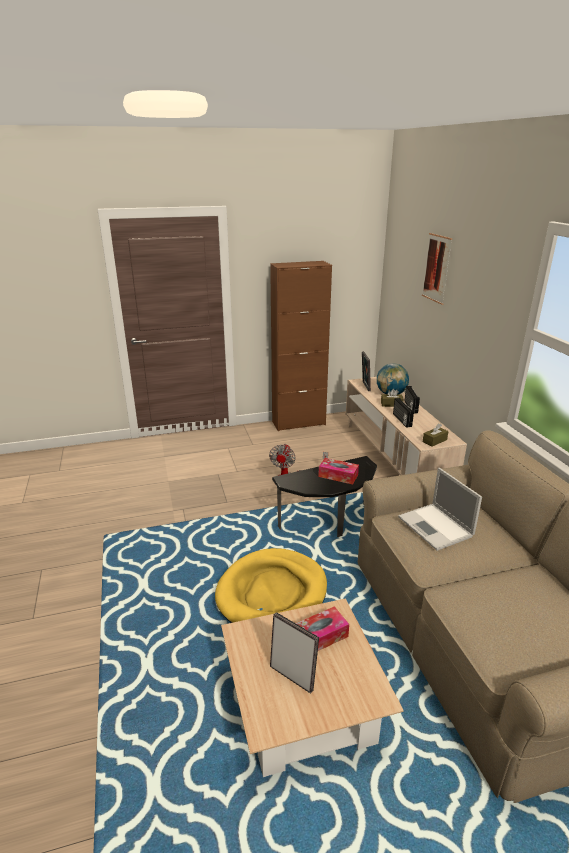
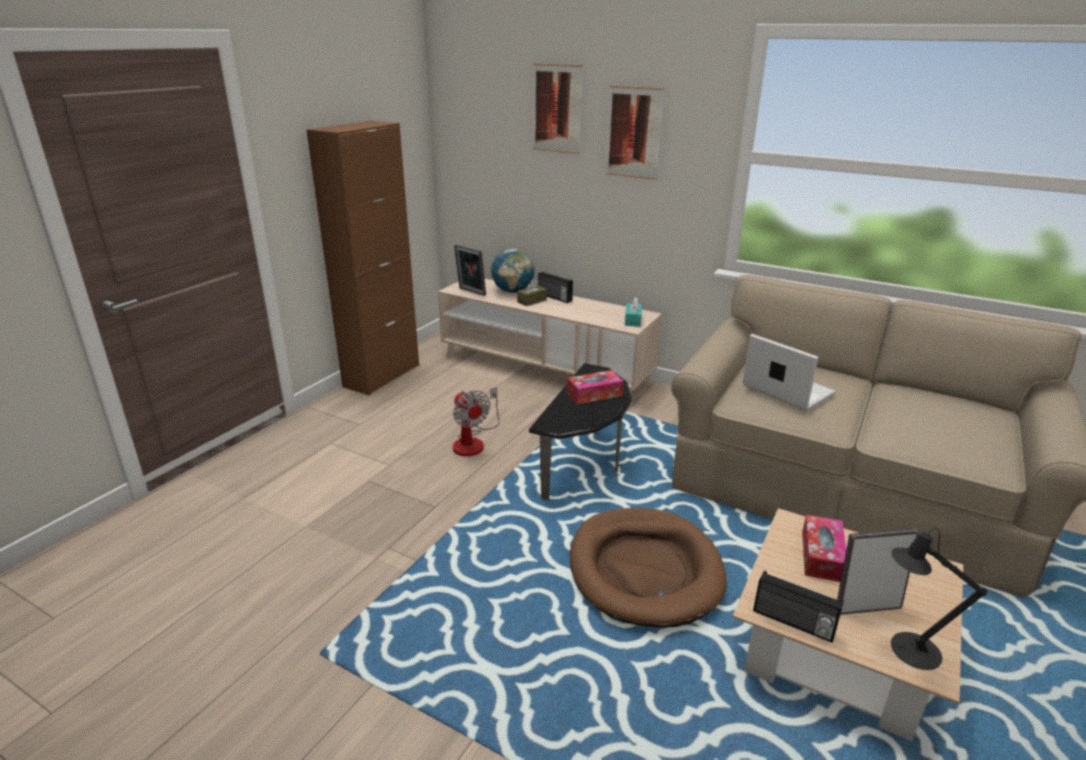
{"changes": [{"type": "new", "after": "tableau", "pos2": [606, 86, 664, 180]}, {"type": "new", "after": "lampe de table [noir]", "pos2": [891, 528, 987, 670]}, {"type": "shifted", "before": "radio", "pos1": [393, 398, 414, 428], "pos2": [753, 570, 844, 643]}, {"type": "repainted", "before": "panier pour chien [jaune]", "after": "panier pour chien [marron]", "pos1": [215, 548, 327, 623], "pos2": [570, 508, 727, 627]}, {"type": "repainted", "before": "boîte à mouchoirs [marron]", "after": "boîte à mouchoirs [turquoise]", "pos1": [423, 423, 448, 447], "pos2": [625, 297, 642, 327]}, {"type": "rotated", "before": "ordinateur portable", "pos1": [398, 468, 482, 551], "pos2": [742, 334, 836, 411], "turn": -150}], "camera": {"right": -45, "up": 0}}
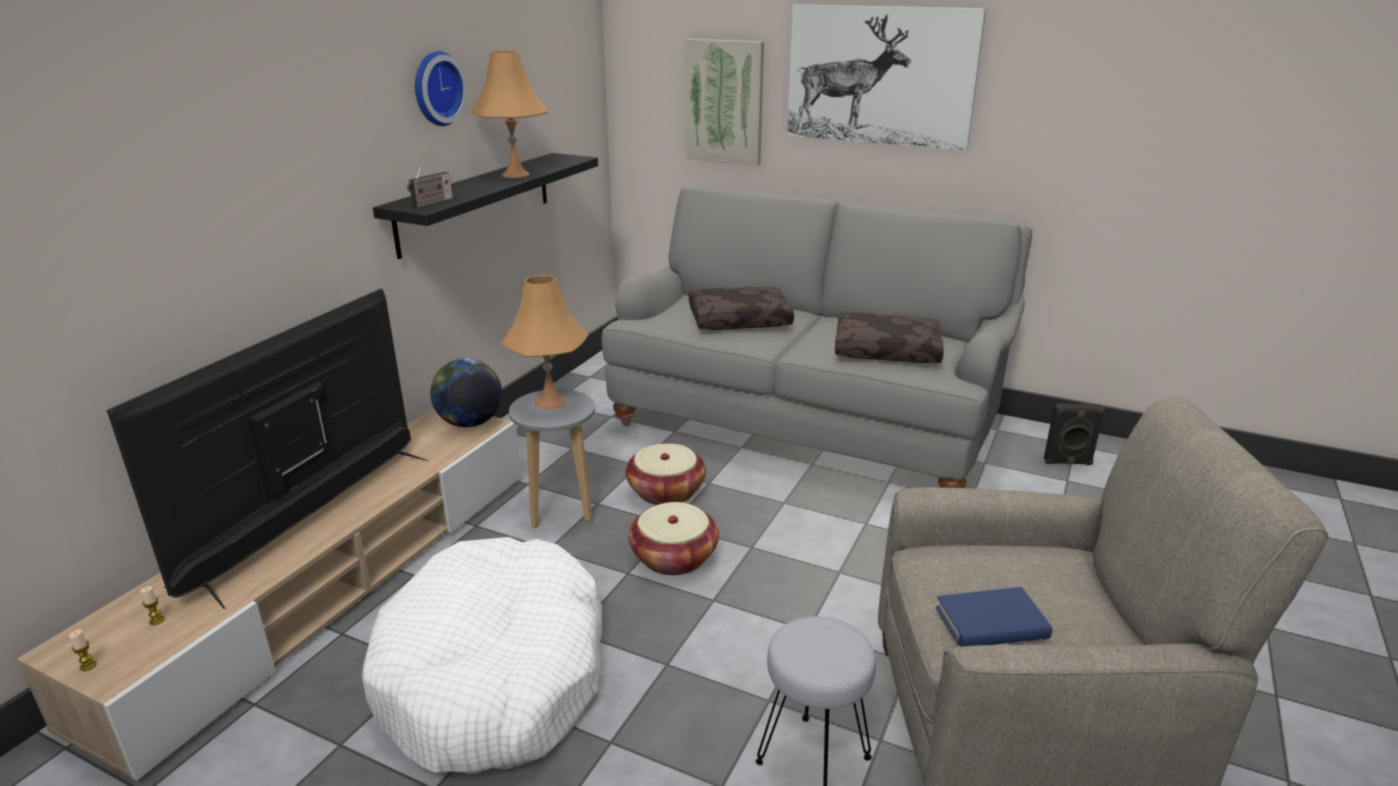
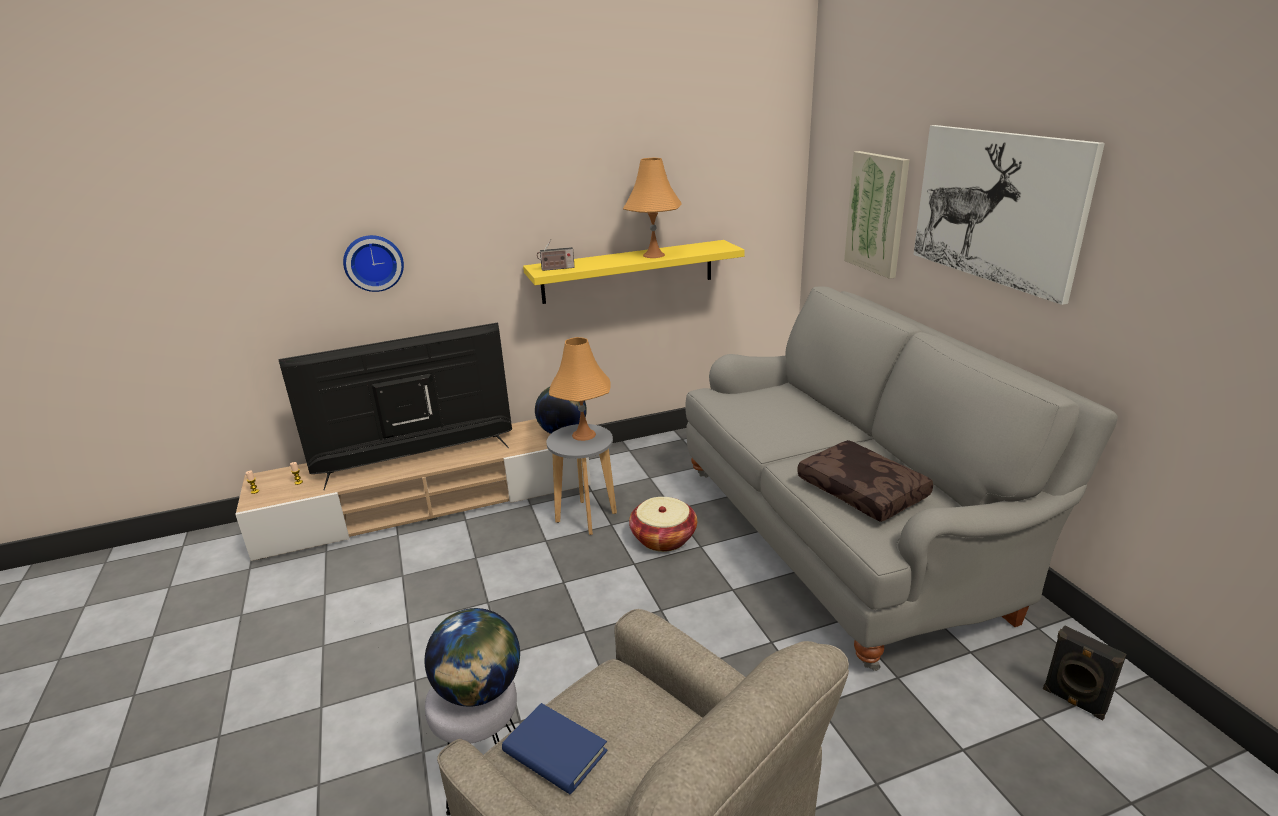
{"changes": [{"type": "gone", "before": "panier pour chien [blanc]", "pos1": [362, 537, 602, 774]}, {"type": "gone", "before": "panier", "pos1": [628, 502, 719, 575]}, {"type": "gone", "before": "coussin [marron]", "pos1": [689, 286, 794, 330]}, {"type": "new", "after": "globe", "pos2": [425, 608, 520, 707]}, {"type": "shifted", "before": "horloge murale", "pos1": [415, 51, 468, 126], "pos2": [343, 235, 404, 292]}, {"type": "repainted", "before": "étagère [noir]", "after": "étagère [jaune]", "pos1": [373, 153, 598, 259], "pos2": [523, 240, 745, 304]}], "camera": {"right": 45, "up": 0}}
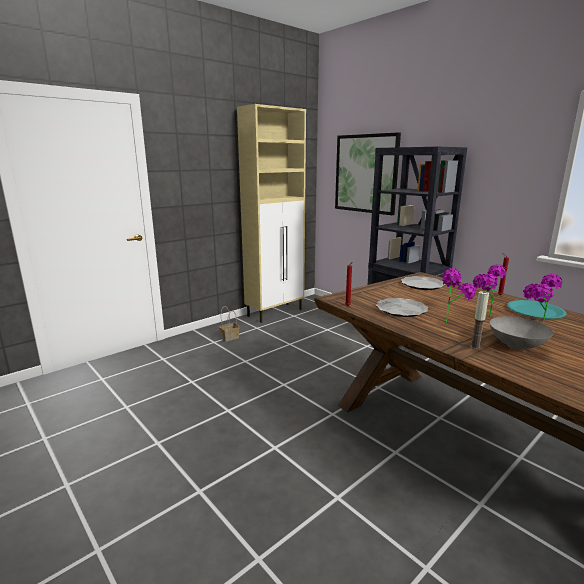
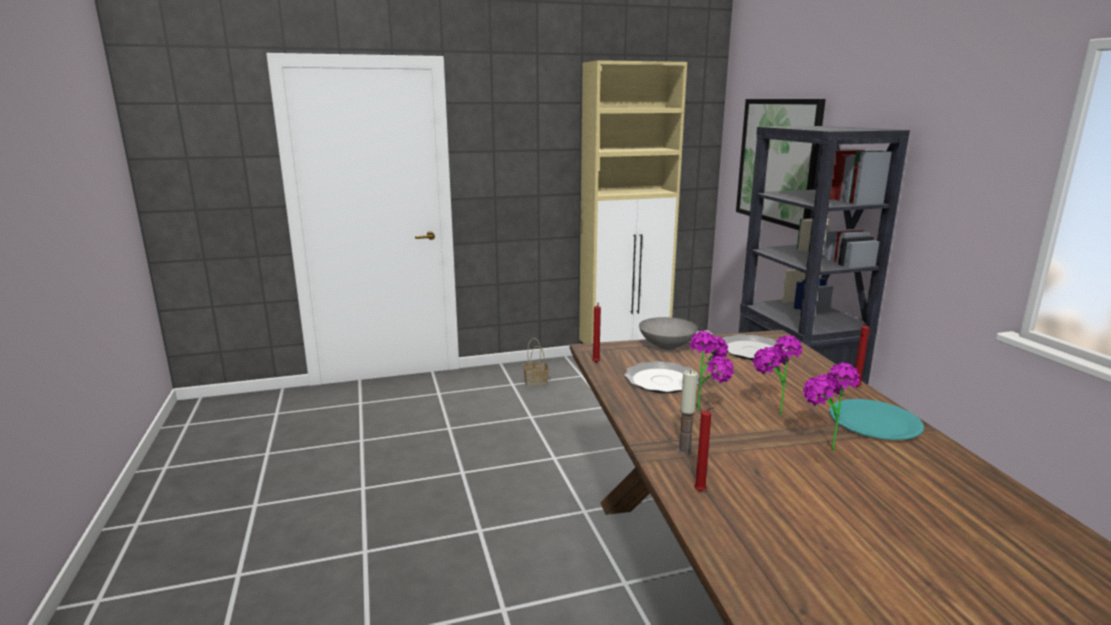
{"changes": [{"type": "new", "after": "bougie [rouge]", "pos2": [694, 407, 715, 491]}, {"type": "shifted", "before": "bol [gris]", "pos1": [489, 316, 553, 350], "pos2": [639, 317, 698, 350]}], "camera": {"right": 25, "up": 0}}
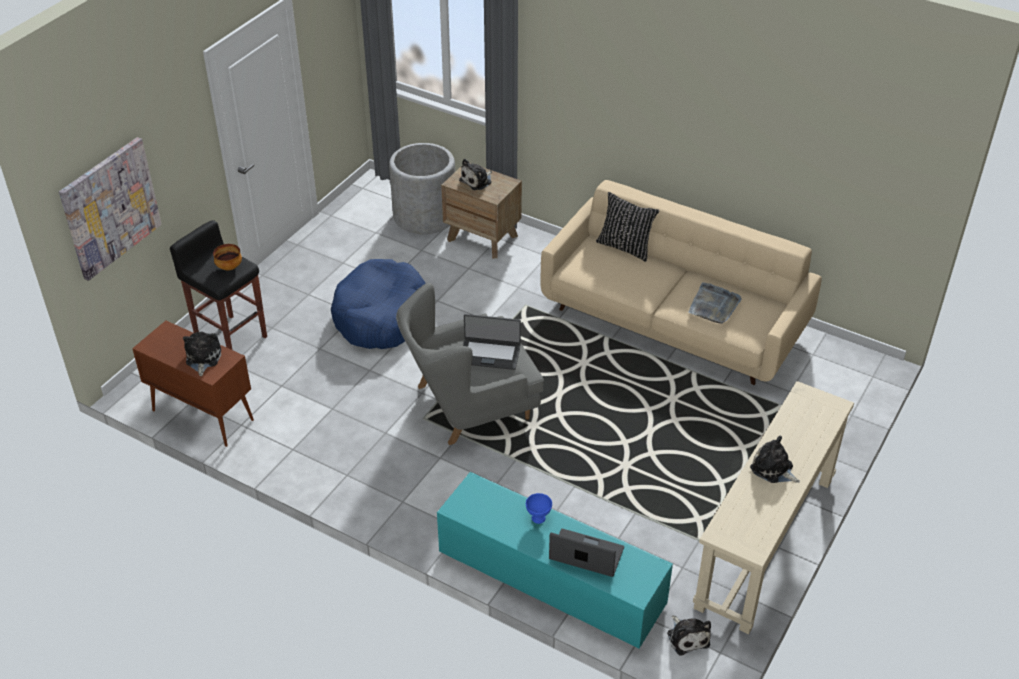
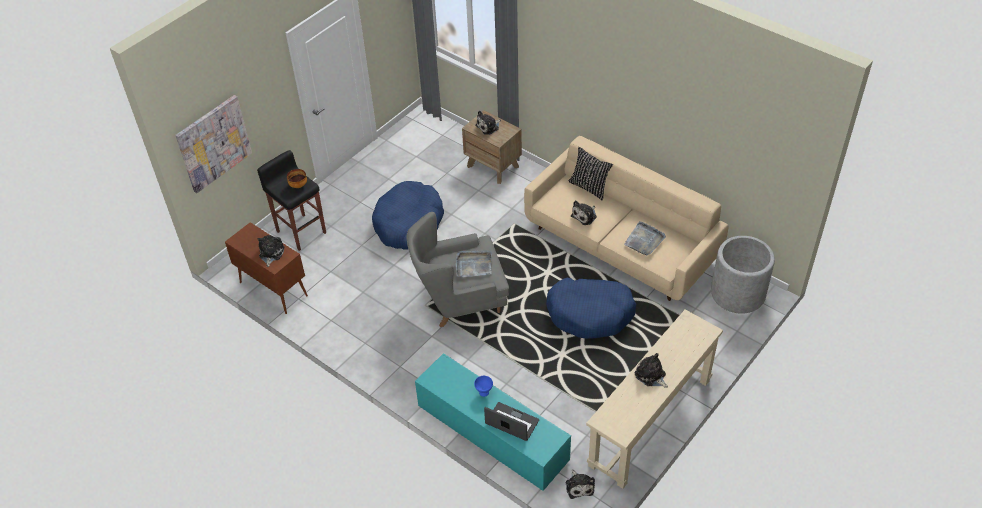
{"changes": [{"type": "new", "after": "panier pour chien [bleu]", "pos2": [546, 278, 636, 339]}, {"type": "new", "after": "peluche", "pos2": [571, 200, 597, 225]}, {"type": "shifted", "before": "cache-pot [gris]", "pos1": [389, 143, 455, 234], "pos2": [711, 236, 775, 314]}, {"type": "swapped", "before": "ordinateur portable", "after": "plateau [gris]", "pos1": [463, 314, 521, 370], "pos2": [456, 250, 492, 277]}], "camera": {"right": 10, "up": 5}}
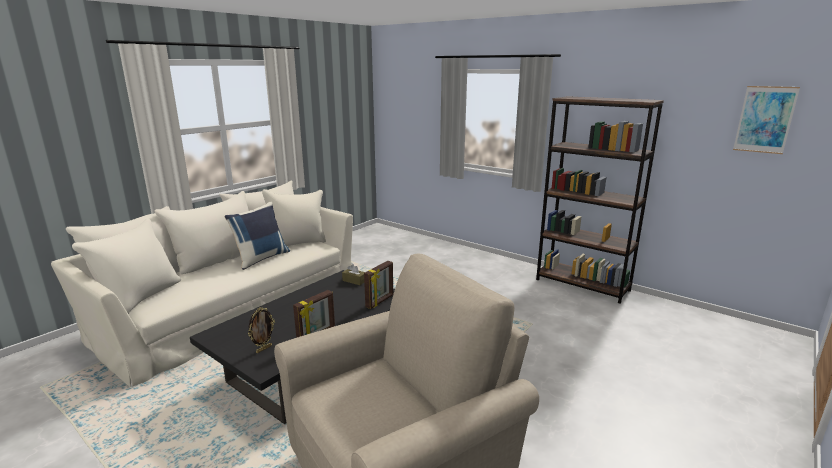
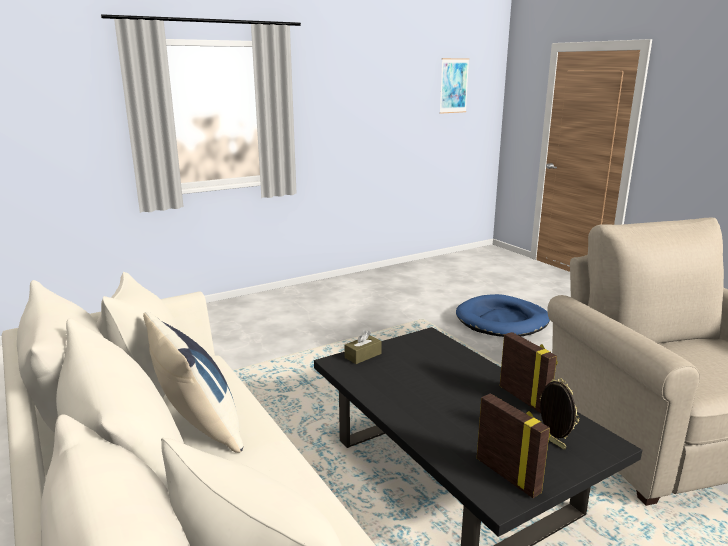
{"changes": [{"type": "gone", "before": "bibliothèque [marron]", "pos1": [536, 96, 664, 304]}, {"type": "new", "after": "panier pour chien [bleu]", "pos2": [456, 294, 550, 337]}, {"type": "shifted", "before": "cadre photo", "pos1": [364, 261, 393, 309], "pos2": [477, 393, 551, 498]}], "camera": {"right": -70, "up": 0}}
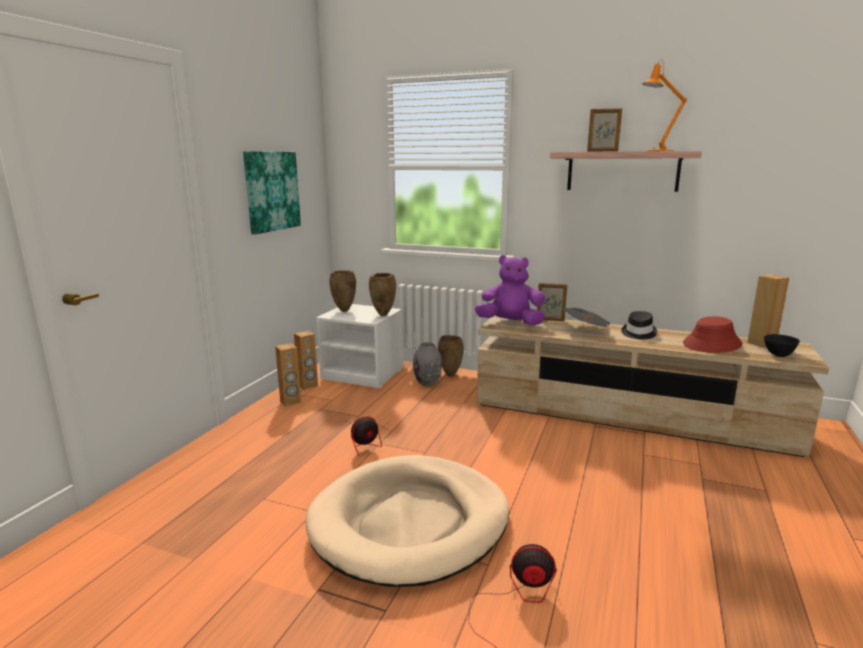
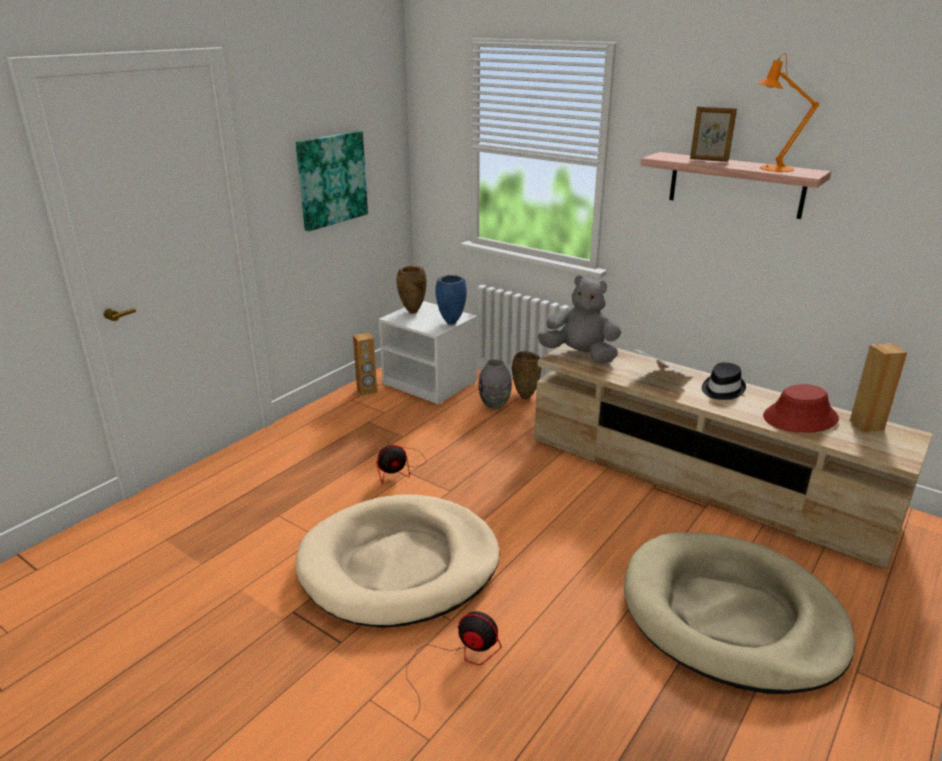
{"changes": [{"type": "gone", "before": "enceinte [marron]", "pos1": [275, 343, 301, 407]}, {"type": "gone", "before": "cadre photo", "pos1": [537, 283, 567, 321]}, {"type": "gone", "before": "bol [noir]", "pos1": [764, 334, 800, 357]}, {"type": "new", "after": "panier pour chien [beige]", "pos2": [624, 532, 855, 694]}, {"type": "repainted", "before": "vase [marron]", "after": "vase [bleu]", "pos1": [369, 273, 396, 316], "pos2": [435, 275, 467, 325]}, {"type": "repainted", "before": "peluche [violet]", "after": "peluche [gris]", "pos1": [475, 255, 546, 325], "pos2": [538, 275, 621, 364]}], "camera": {"right": 15, "up": 10}}
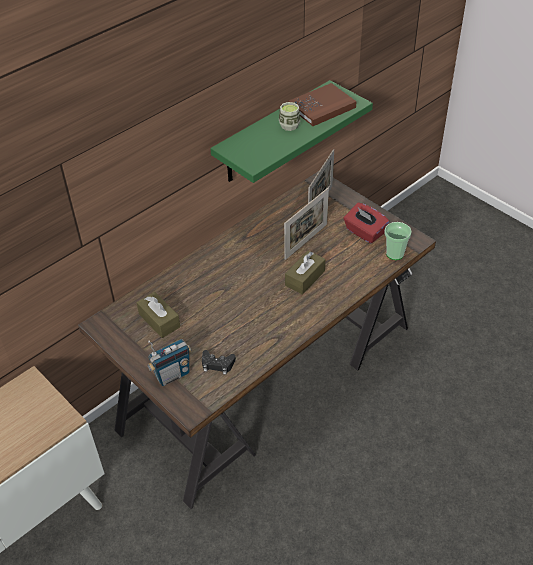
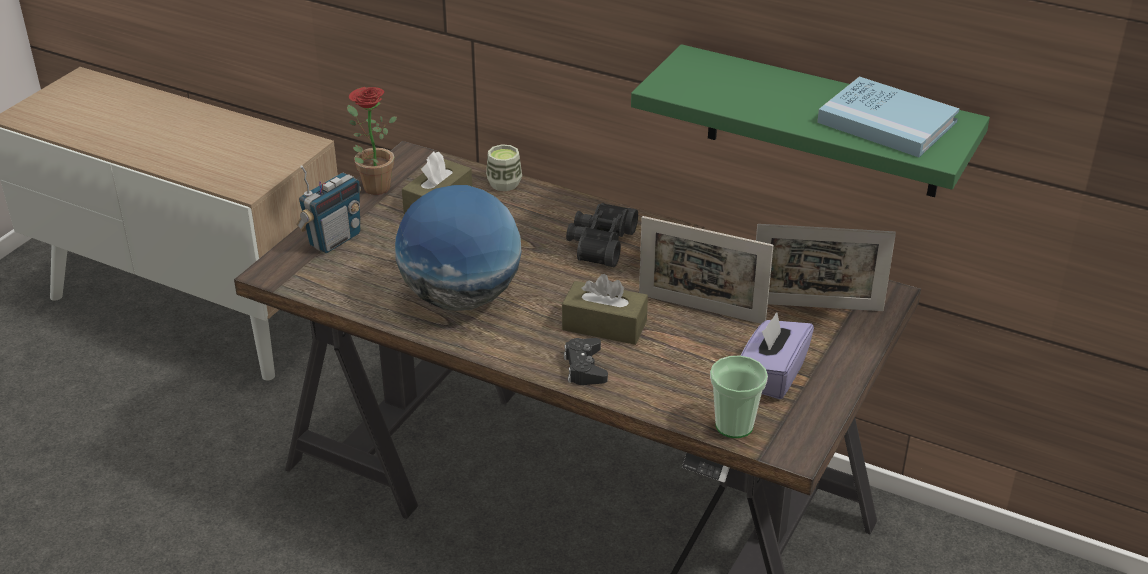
{"changes": [{"type": "new", "after": "plante en pot", "pos2": [347, 87, 397, 195]}, {"type": "new", "after": "globe", "pos2": [395, 185, 522, 311]}, {"type": "new", "after": "jumelles [noir]", "pos2": [566, 203, 638, 267]}, {"type": "shifted", "before": "manette [noir]", "pos1": [202, 350, 236, 374], "pos2": [564, 338, 608, 385]}, {"type": "shifted", "before": "tasse", "pos1": [279, 102, 301, 131], "pos2": [486, 144, 522, 191]}, {"type": "repainted", "before": "livre [marron]", "after": "livre [bleu]", "pos1": [289, 83, 357, 126], "pos2": [817, 76, 960, 157]}, {"type": "repainted", "before": "boîte à mouchoirs [rouge]", "after": "boîte à mouchoirs [violet]", "pos1": [343, 203, 389, 244], "pos2": [741, 312, 814, 399]}, {"type": "rotated", "before": "radio", "pos1": [147, 339, 191, 386], "pos2": [296, 165, 361, 253], "turn": -90}], "camera": {"right": 70, "up": -10}}
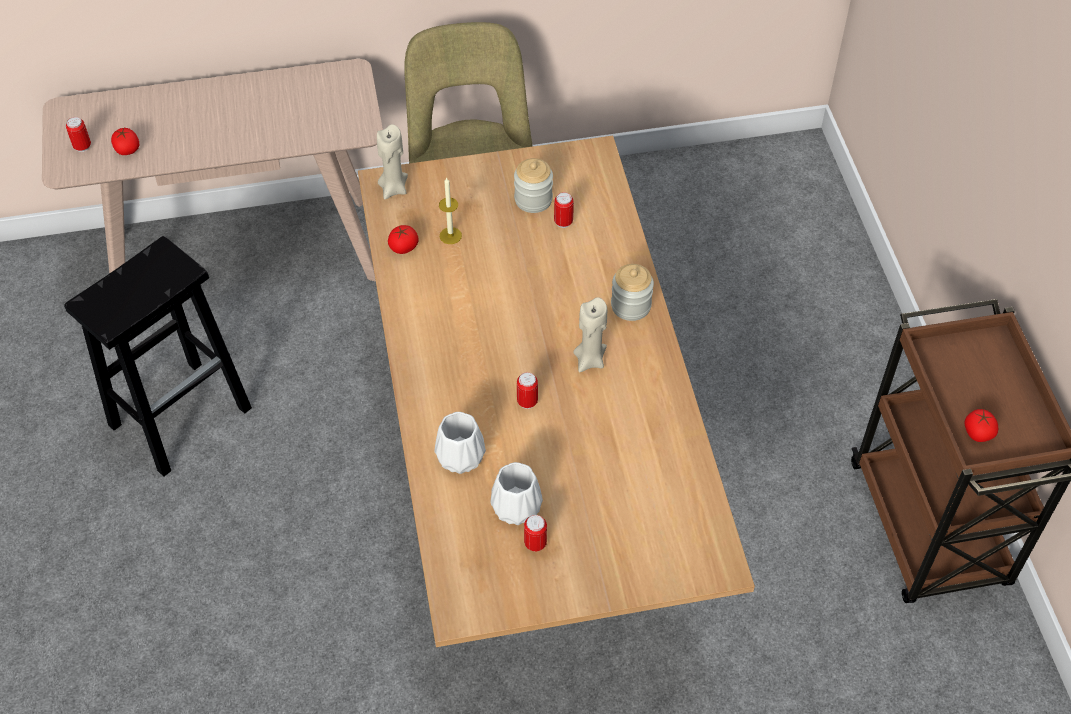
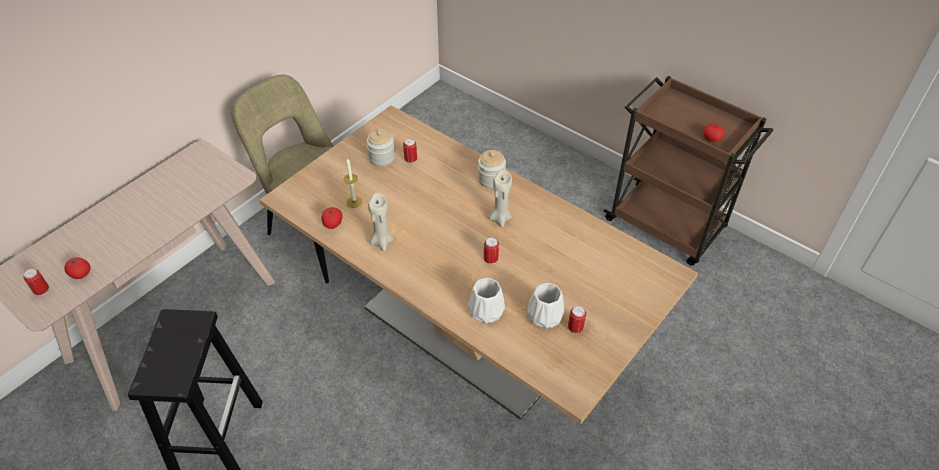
{"changes": [{"type": "shifted", "before": "bougie [beige]", "pos1": [377, 124, 408, 199], "pos2": [368, 193, 393, 251]}], "camera": {"right": -40, "up": -5}}
